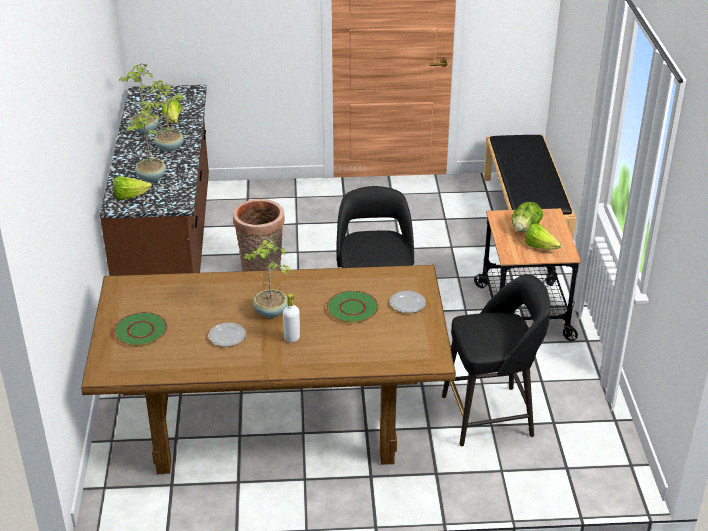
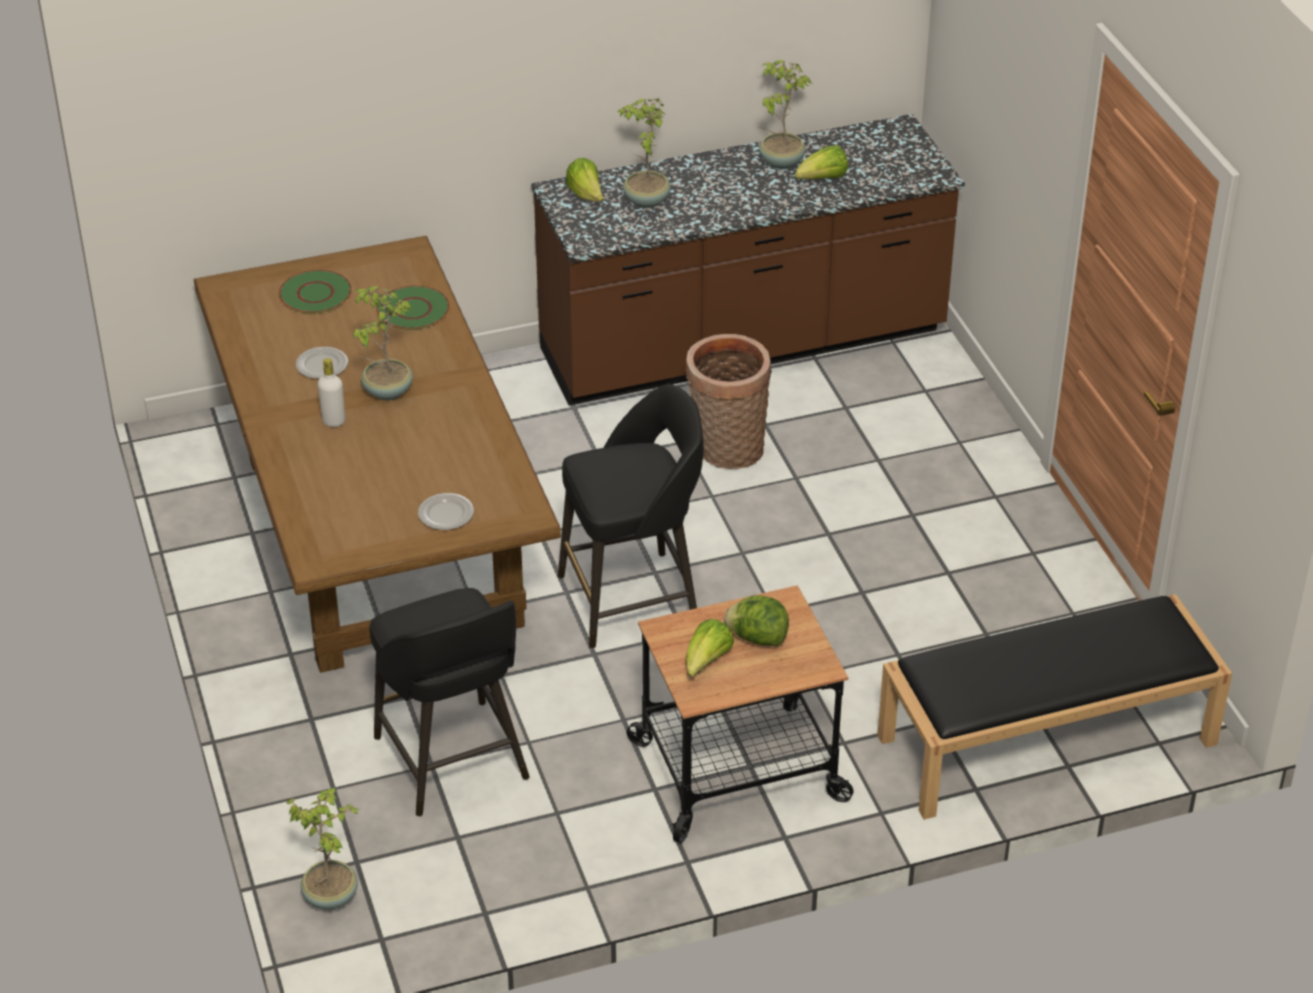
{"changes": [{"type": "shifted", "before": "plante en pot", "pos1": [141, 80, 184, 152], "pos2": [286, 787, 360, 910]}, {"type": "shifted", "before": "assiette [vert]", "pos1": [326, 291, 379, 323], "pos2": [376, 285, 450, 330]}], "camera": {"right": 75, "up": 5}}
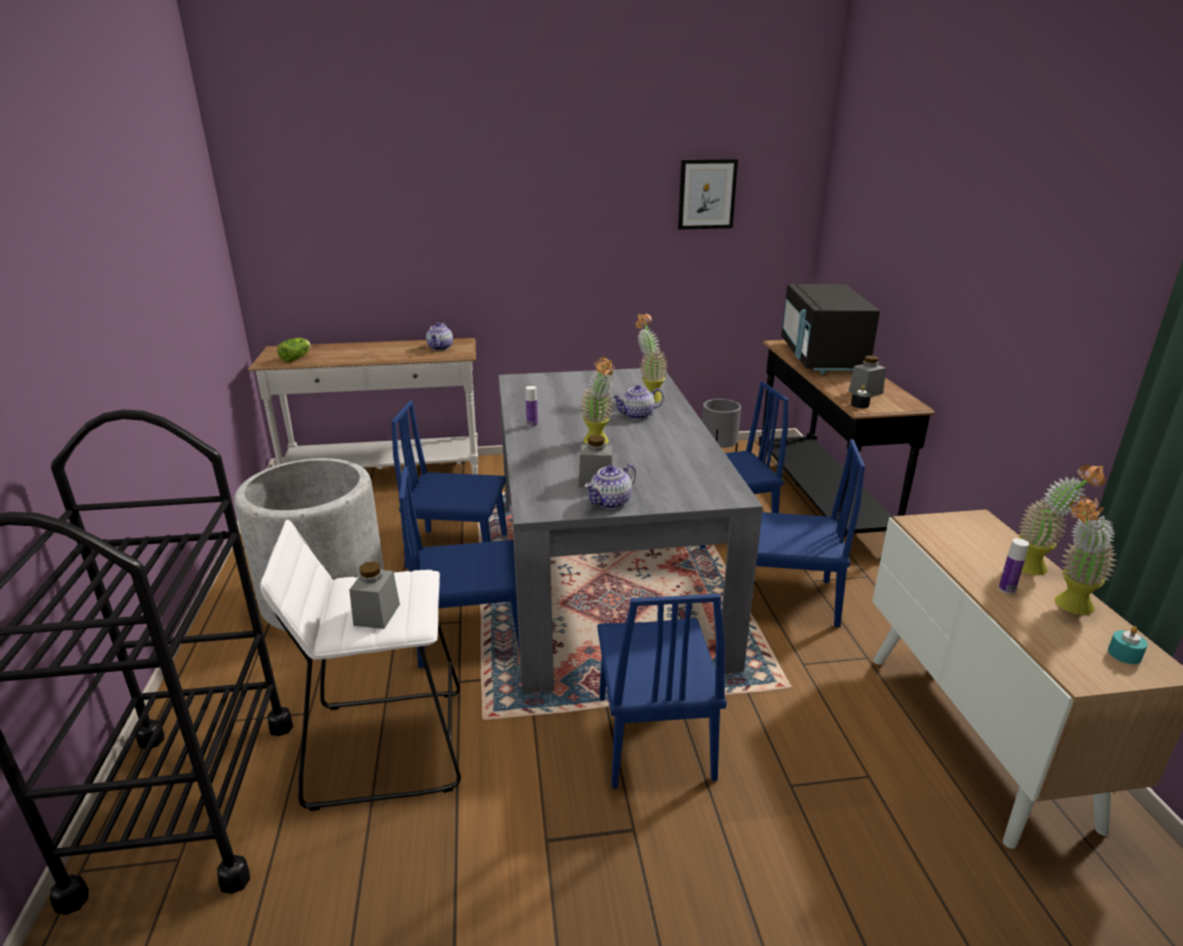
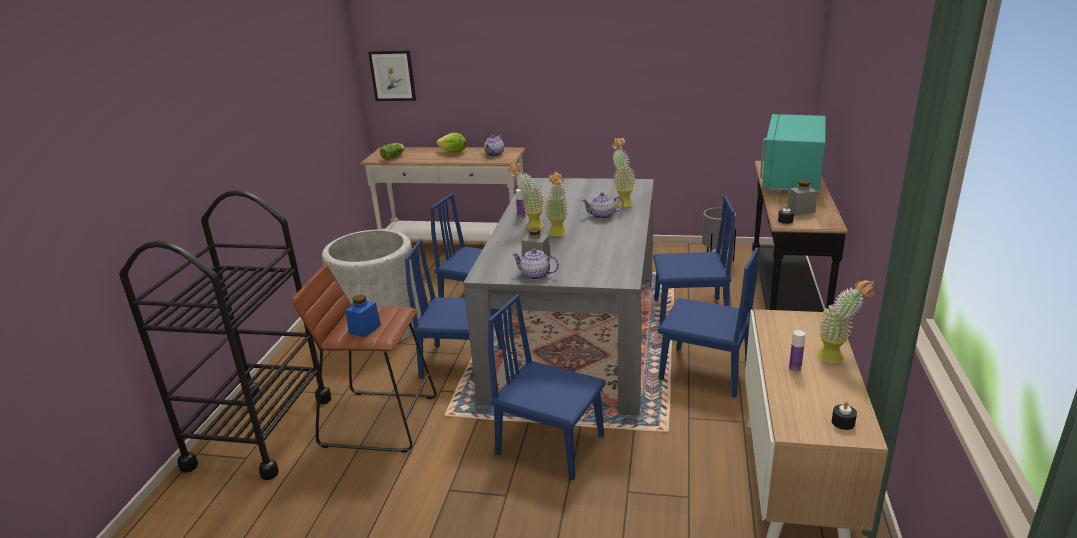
{"changes": [{"type": "new", "after": "laitue", "pos2": [436, 133, 467, 153]}, {"type": "shifted", "before": "tableau", "pos1": [678, 159, 738, 230], "pos2": [368, 50, 416, 101]}, {"type": "shifted", "before": "plante en pot", "pos1": [1054, 496, 1117, 615], "pos2": [508, 162, 544, 229]}, {"type": "repainted", "before": "tabouret [blanc]", "after": "tabouret [marron]", "pos1": [260, 520, 461, 811], "pos2": [292, 265, 437, 453]}, {"type": "repainted", "before": "bocal [gris]", "after": "bocal [bleu]", "pos1": [349, 561, 400, 629], "pos2": [346, 295, 381, 337]}, {"type": "repainted", "before": "micro-ondes [noir]", "after": "micro-ondes [turquoise]", "pos1": [781, 284, 880, 375], "pos2": [760, 114, 826, 193]}, {"type": "repainted", "before": "bougie [turquoise]", "after": "bougie [noir]", "pos1": [1108, 626, 1148, 664], "pos2": [832, 401, 857, 430]}, {"type": "rotated", "before": "théière", "pos1": [584, 464, 636, 509], "pos2": [512, 249, 559, 280], "turn": 45}, {"type": "rotated", "before": "chaise [bleu]", "pos1": [597, 594, 727, 789], "pos2": [488, 294, 606, 480], "turn": 105}], "camera": {"right": 20, "up": 0}}
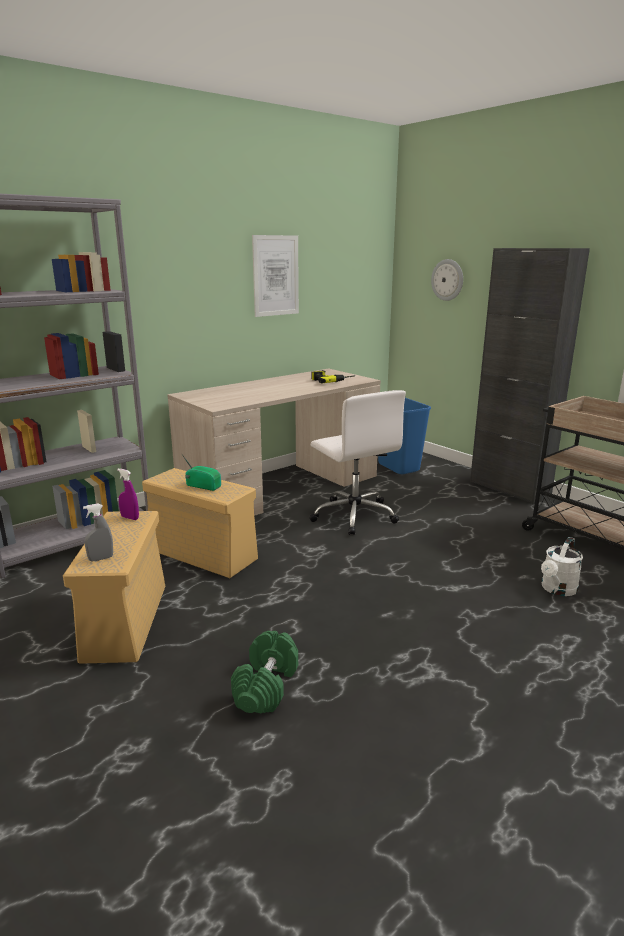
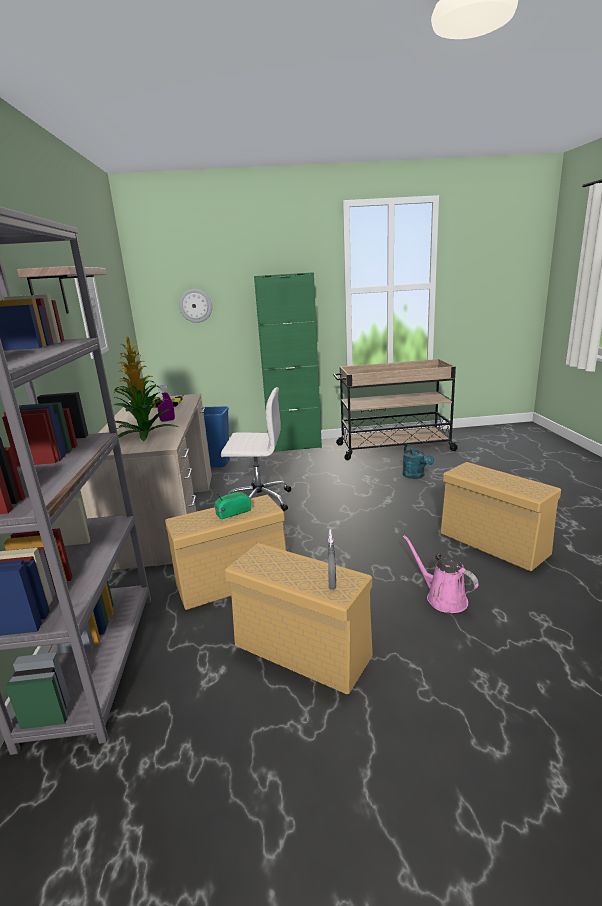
{"changes": [{"type": "new", "after": "étagère", "pos2": [17, 266, 107, 314]}, {"type": "new", "after": "plante en pot", "pos2": [112, 336, 178, 441]}, {"type": "new", "after": "boîte de rangement [beige]", "pos2": [440, 462, 561, 571]}, {"type": "shifted", "before": "vaporisateur [violet]", "pos1": [117, 469, 139, 520], "pos2": [156, 385, 175, 422]}, {"type": "swapped", "before": "haltère [vert]", "after": "arrosoir [rose]", "pos1": [231, 631, 298, 713], "pos2": [403, 535, 479, 613]}, {"type": "repainted", "before": "meuble de rangement [noir]", "after": "meuble de rangement [vert]", "pos1": [470, 248, 590, 504], "pos2": [254, 272, 322, 452]}, {"type": "repainted", "before": "arrosoir [blanc]", "after": "arrosoir [turquoise]", "pos1": [541, 537, 583, 596], "pos2": [403, 444, 434, 479]}], "camera": {"right": -55, "up": 0}}
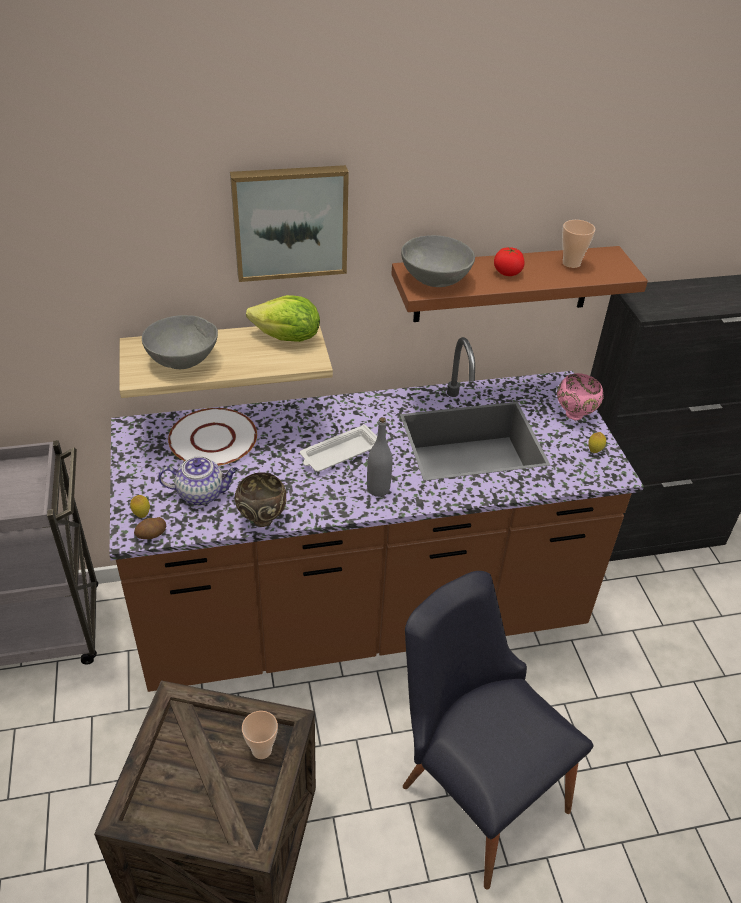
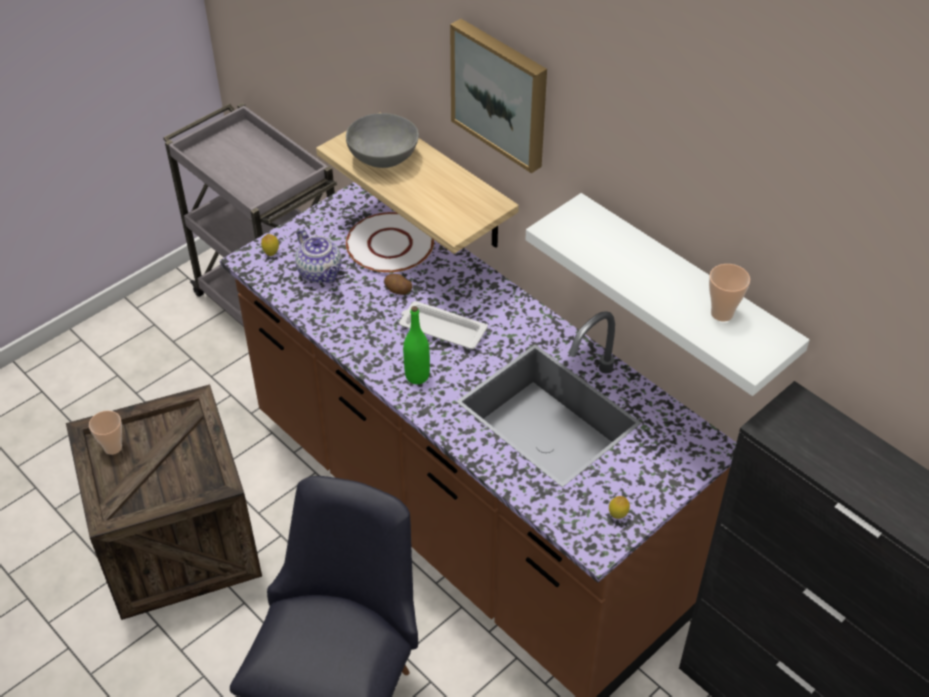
{"changes": [{"type": "gone", "before": "bol [marron]", "pos1": [235, 472, 287, 527]}, {"type": "gone", "before": "laitue", "pos1": [246, 295, 320, 342]}, {"type": "gone", "before": "bol [gris]", "pos1": [401, 235, 475, 287]}, {"type": "gone", "before": "tomate", "pos1": [494, 247, 525, 276]}, {"type": "gone", "before": "bol [rose]", "pos1": [557, 373, 604, 421]}, {"type": "shifted", "before": "pomme de terre", "pos1": [134, 517, 166, 539], "pos2": [384, 274, 412, 295]}, {"type": "shifted", "before": "tasse", "pos1": [242, 711, 278, 759], "pos2": [89, 410, 122, 455]}, {"type": "repainted", "before": "bouteille [gris]", "after": "bouteille [vert]", "pos1": [367, 417, 392, 497], "pos2": [403, 306, 430, 384]}, {"type": "repainted", "before": "étagère [marron]", "after": "étagère [blanc]", "pos1": [391, 246, 648, 322], "pos2": [525, 193, 810, 396]}], "camera": {"right": 60, "up": 5}}
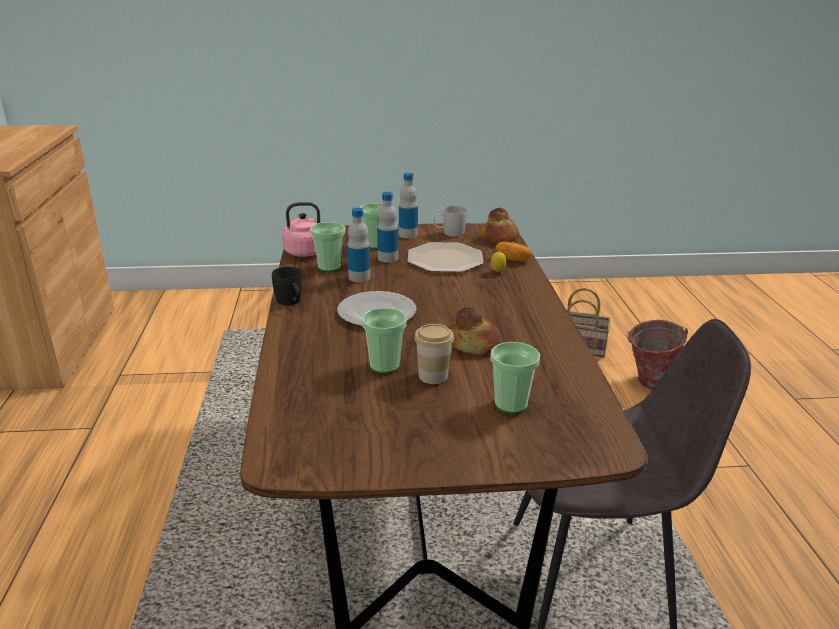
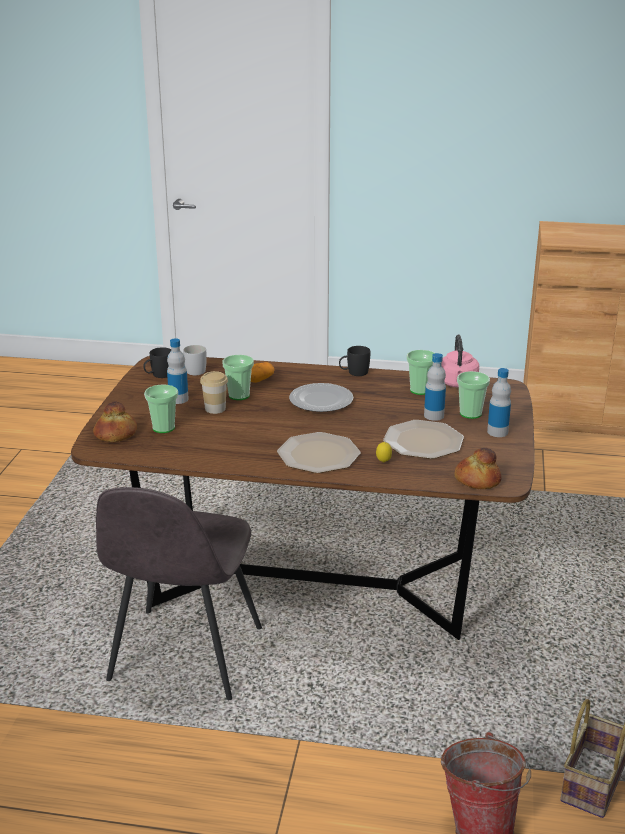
{"changes": [{"type": "new", "after": "mug [noir]", "pos2": [143, 347, 171, 378]}, {"type": "new", "after": "assiette", "pos2": [277, 432, 360, 473]}, {"type": "shifted", "before": "bouteille", "pos1": [347, 208, 370, 282], "pos2": [167, 338, 189, 404]}, {"type": "shifted", "before": "mug [blanc]", "pos1": [434, 206, 467, 237], "pos2": [183, 345, 207, 375]}, {"type": "shifted", "before": "pain", "pos1": [449, 307, 501, 355], "pos2": [93, 402, 137, 442]}, {"type": "shifted", "before": "pomme de terre", "pos1": [496, 242, 532, 262], "pos2": [251, 362, 275, 383]}], "camera": {"right": 105, "up": 0}}
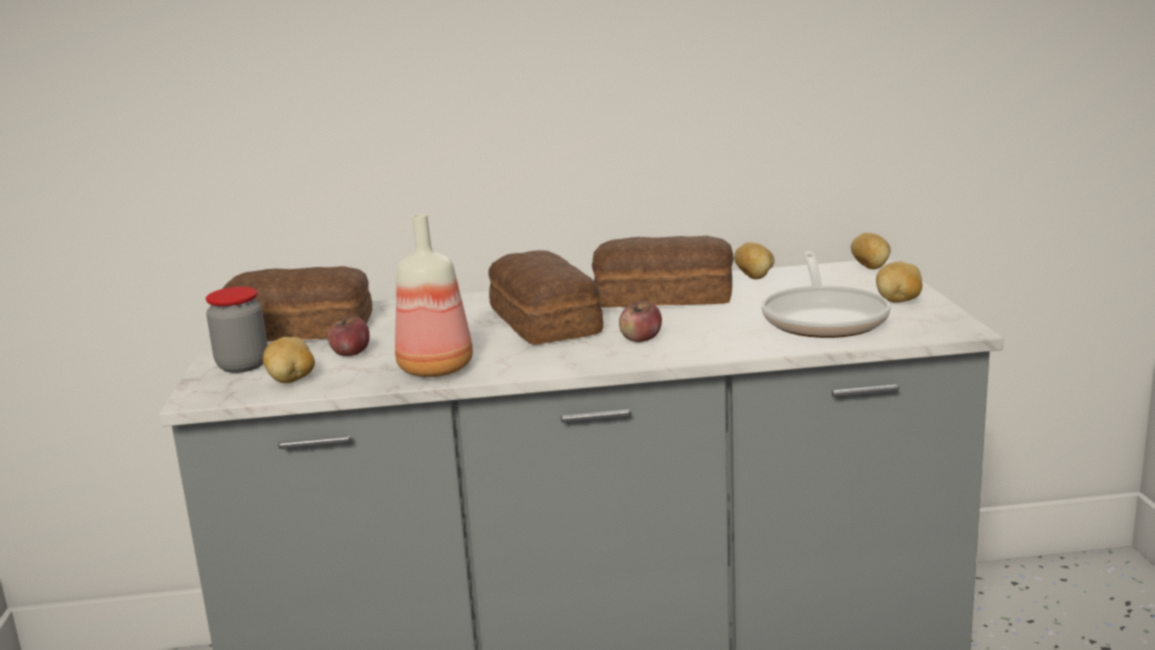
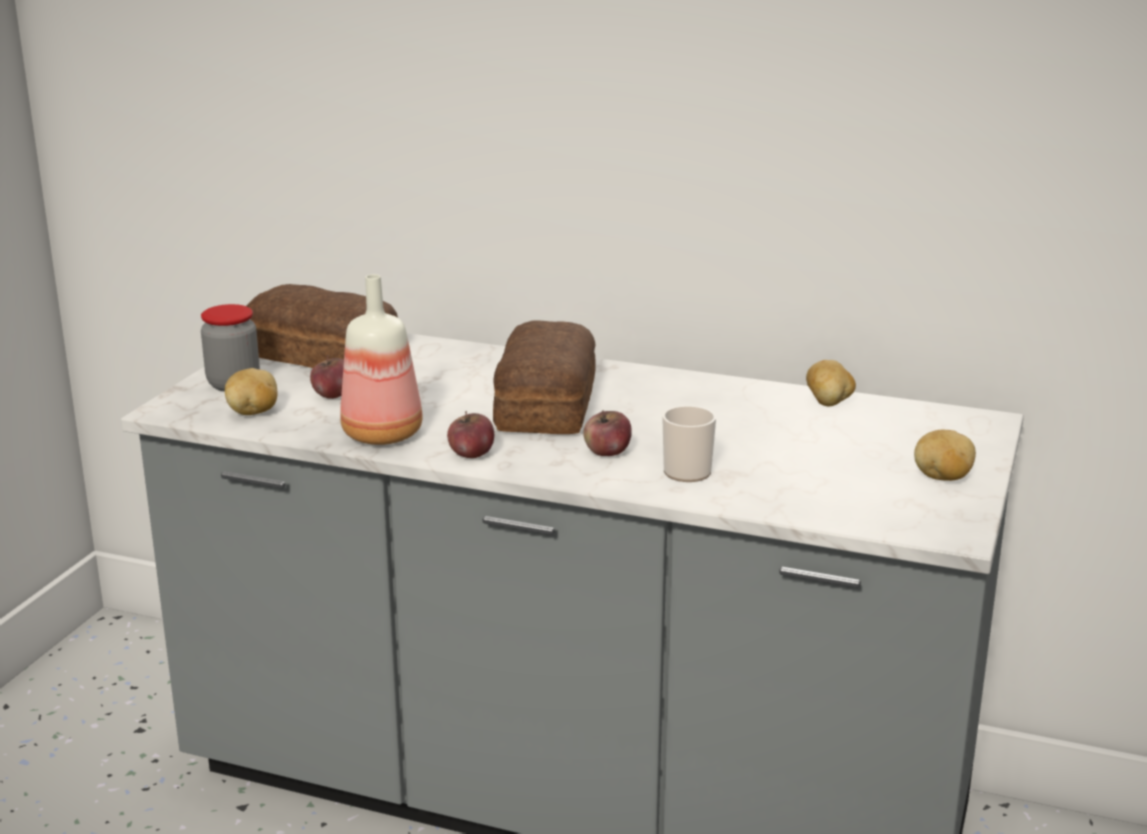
{"changes": [{"type": "gone", "before": "pain", "pos1": [592, 236, 734, 308]}, {"type": "gone", "before": "poêle", "pos1": [762, 252, 891, 338]}, {"type": "gone", "before": "pomme de terre", "pos1": [851, 233, 891, 269]}, {"type": "new", "after": "pomme", "pos2": [447, 411, 494, 458]}, {"type": "new", "after": "mug", "pos2": [662, 406, 716, 482]}], "camera": {"right": 25, "up": 5}}
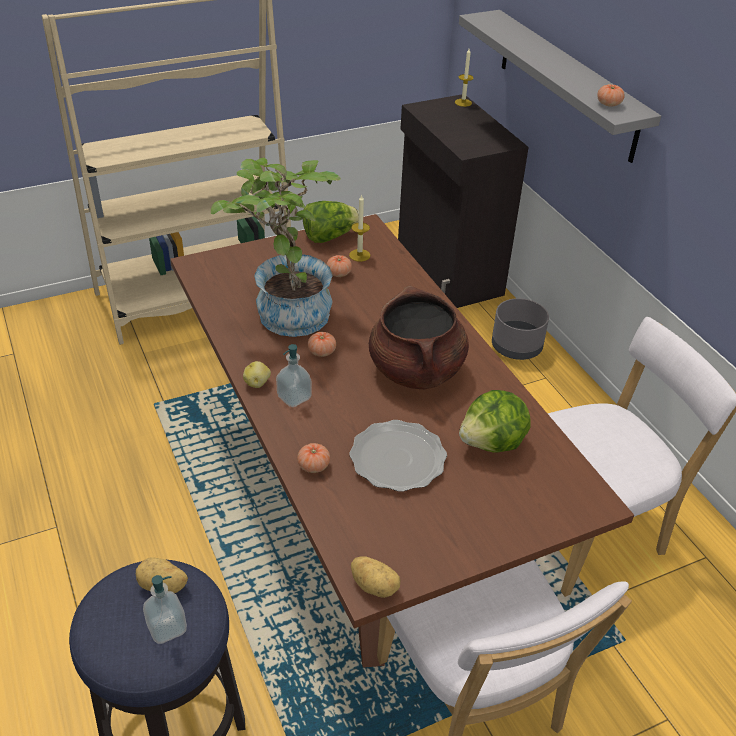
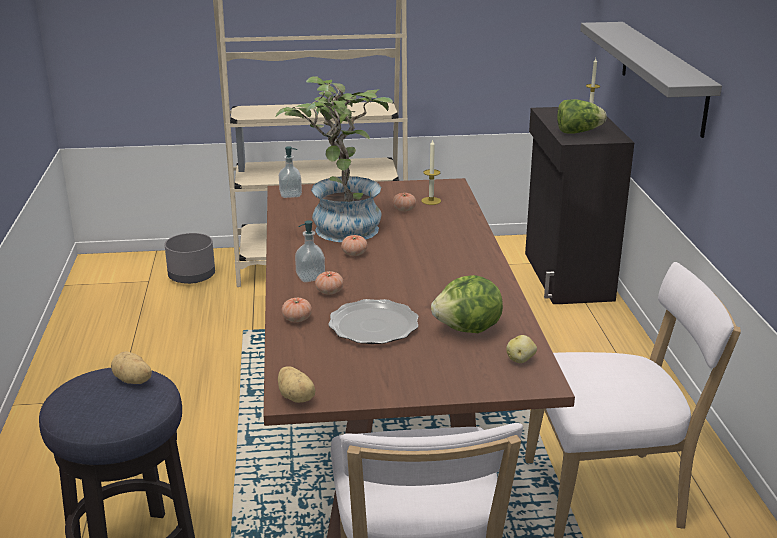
{"changes": [{"type": "gone", "before": "marmite [marron]", "pos1": [369, 286, 469, 389]}, {"type": "shifted", "before": "distributeur de savon", "pos1": [143, 575, 187, 644], "pos2": [279, 146, 302, 198]}, {"type": "shifted", "before": "pomme de terre", "pos1": [243, 361, 271, 388], "pos2": [506, 335, 537, 363]}, {"type": "shifted", "before": "laitue", "pos1": [303, 201, 359, 243], "pos2": [557, 99, 607, 134]}, {"type": "shifted", "before": "cache-pot [gris]", "pos1": [492, 298, 549, 360], "pos2": [165, 233, 215, 284]}, {"type": "shifted", "before": "tomate", "pos1": [597, 84, 625, 107], "pos2": [315, 271, 344, 295]}], "camera": {"right": 20, "up": -15}}
